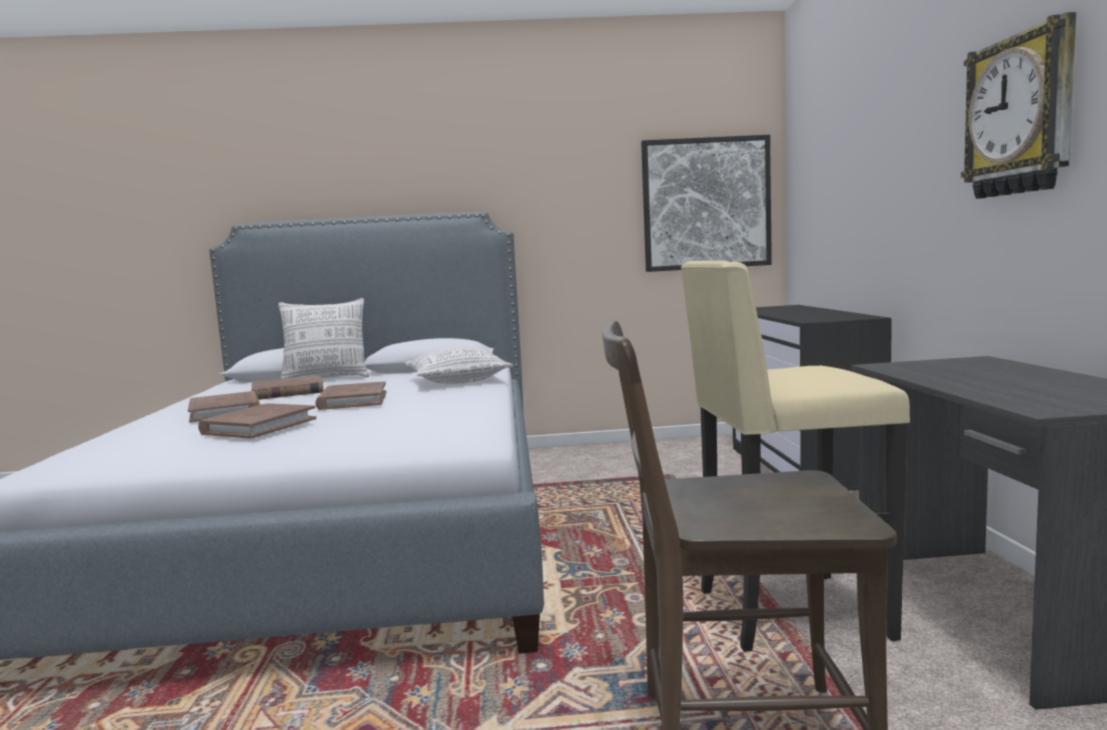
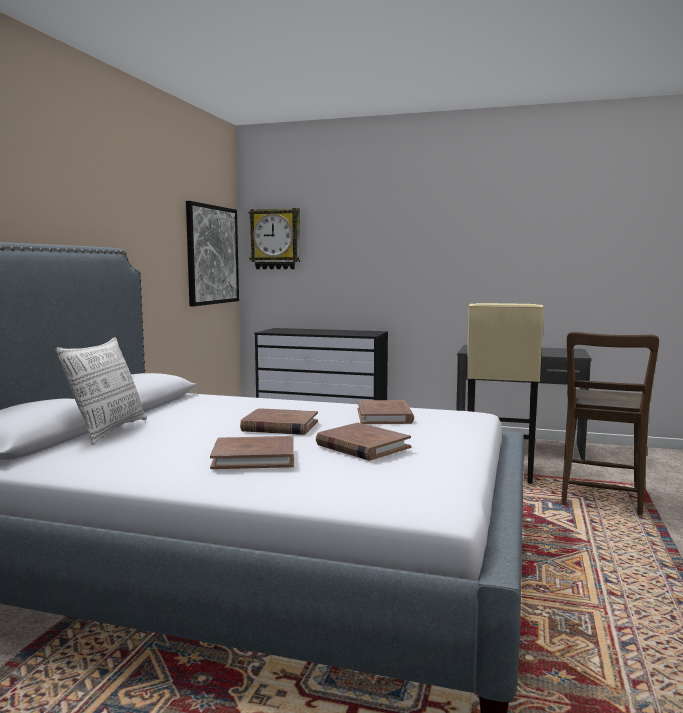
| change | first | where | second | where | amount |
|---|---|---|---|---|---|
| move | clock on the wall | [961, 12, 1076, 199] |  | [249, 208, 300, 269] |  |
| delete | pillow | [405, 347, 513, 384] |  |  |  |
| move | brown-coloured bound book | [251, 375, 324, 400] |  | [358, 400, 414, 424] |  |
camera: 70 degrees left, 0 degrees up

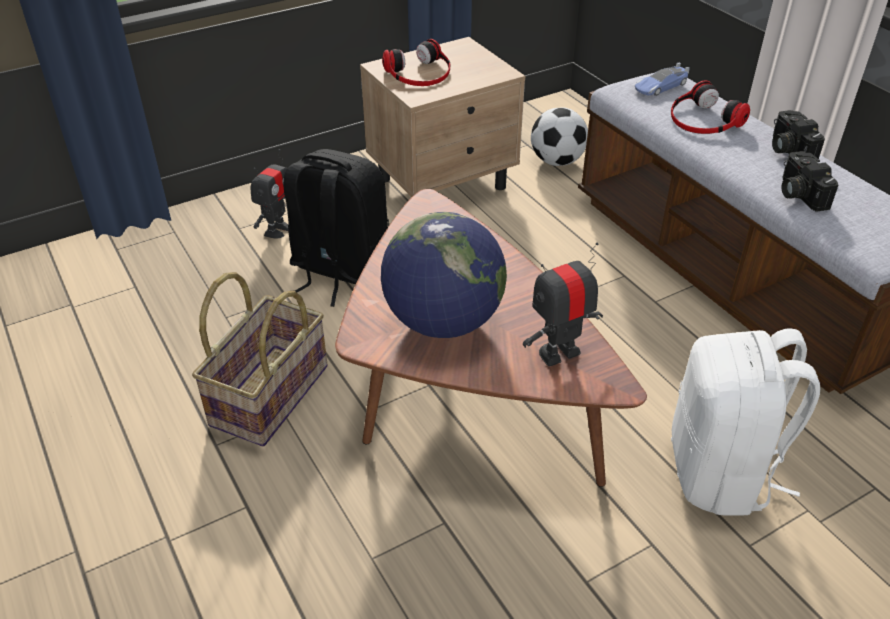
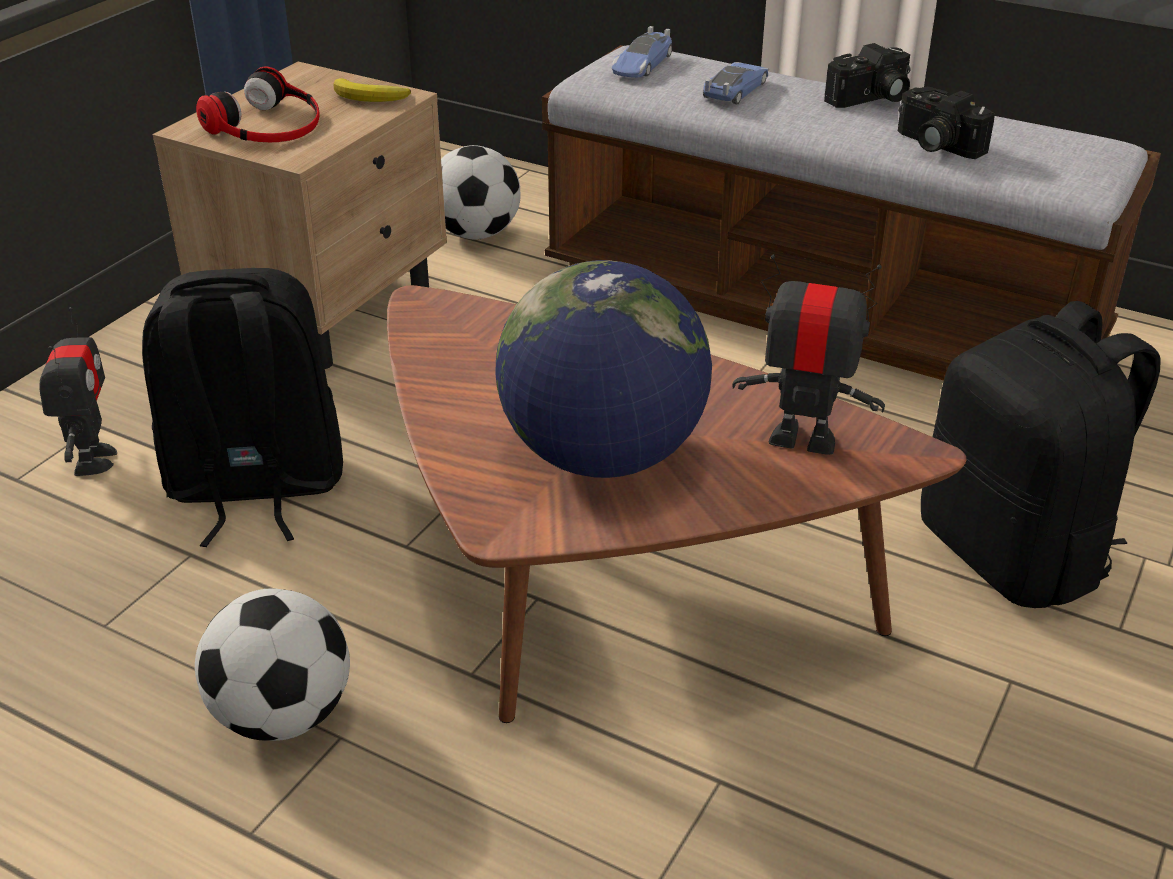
| change | first | where | second | where | amount |
|---|---|---|---|---|---|
| replace | pair of headphones | [671, 80, 750, 134] | model car | [703, 62, 769, 104] |  |
| rotate | photo camera | [772, 110, 825, 162] |  | [824, 43, 911, 108] | 75 degrees counterclockwise |
| rotate | model robot | [523, 242, 603, 366] |  | [732, 254, 885, 455] | 75 degrees clockwise |
| replace | storage basket | [192, 272, 328, 446] | football ball | [195, 588, 350, 741] |  |
| recolor | white rucksack | [671, 328, 820, 516] | black rucksack | [921, 301, 1161, 608] |  |
| insert |  |  | banana fruit | [333, 78, 411, 102] |  |
camera: 30 degrees left, 5 degrees down

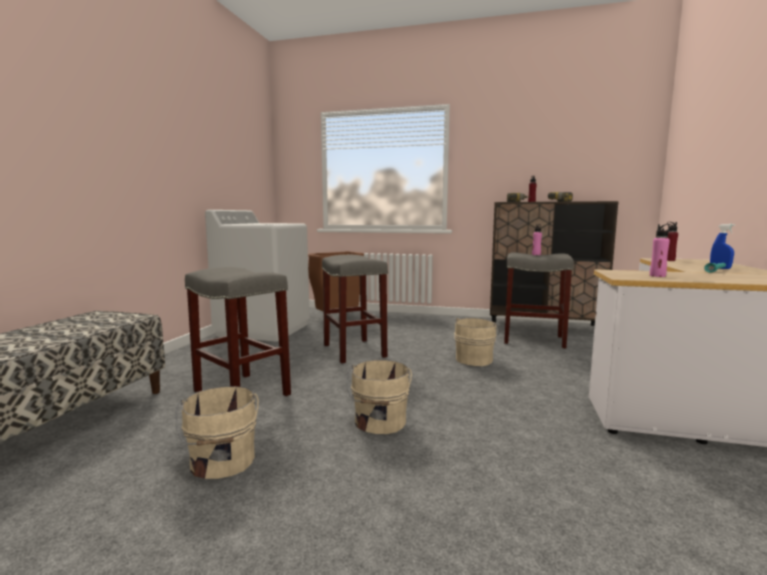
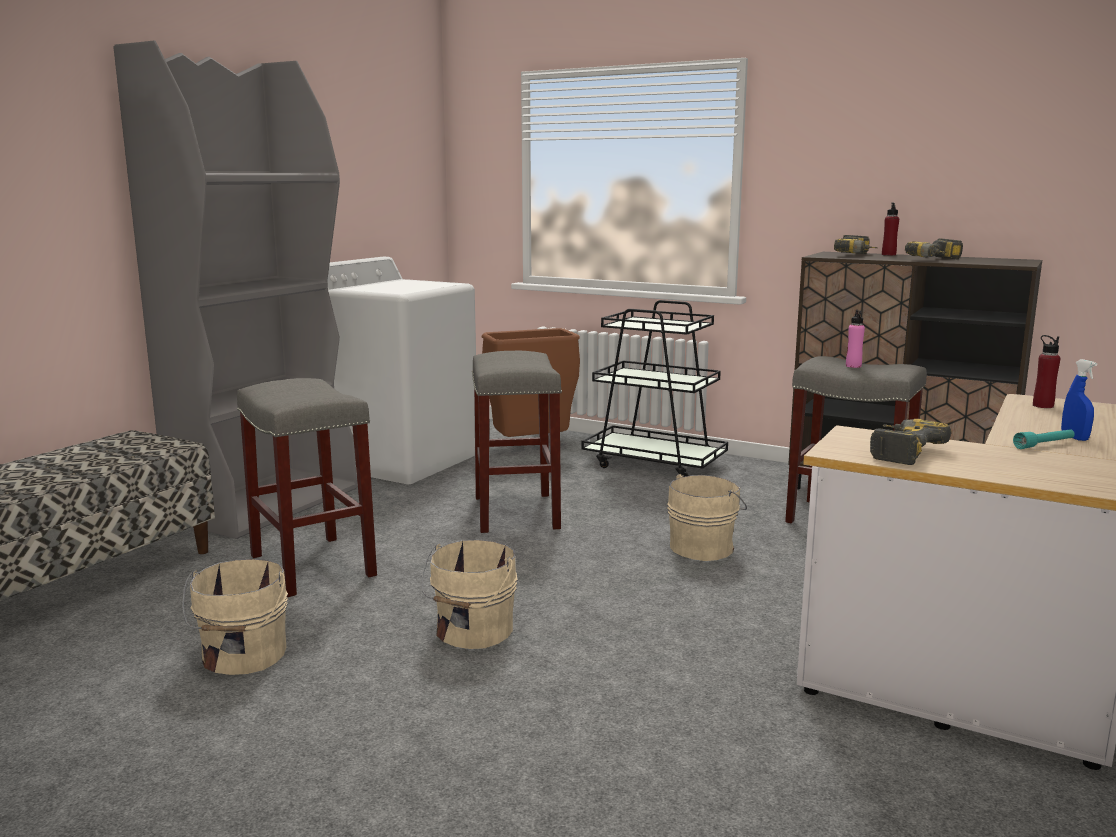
| change | first | where | second | where | amount |
|---|---|---|---|---|---|
| replace | pinkish drink bottle | [650, 224, 672, 277] | electric drill | [870, 419, 951, 465] |  |
| insert |  |  | gray bookshelf | [113, 41, 357, 539] |  |
| insert |  |  | black cart | [582, 300, 728, 477] |  |
camera: 15 degrees right, 5 degrees up

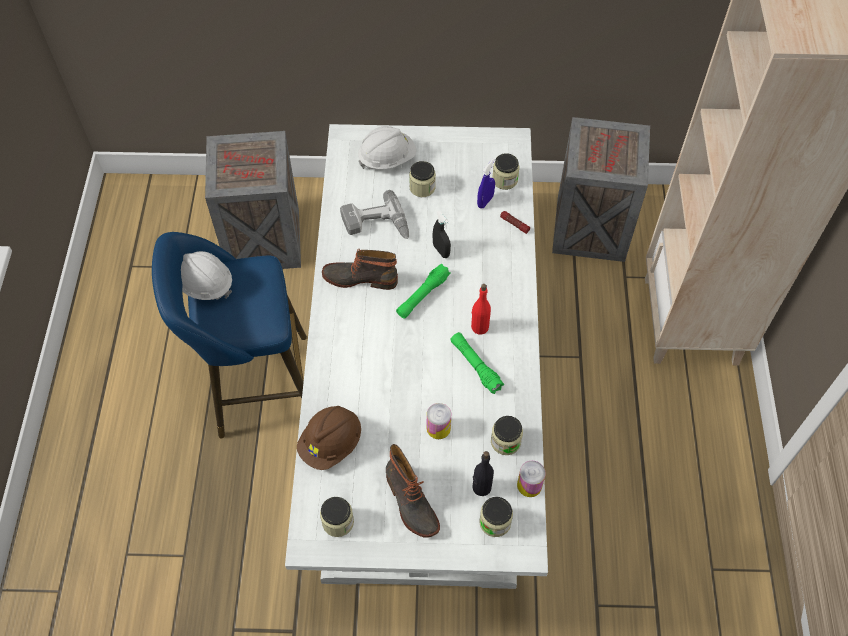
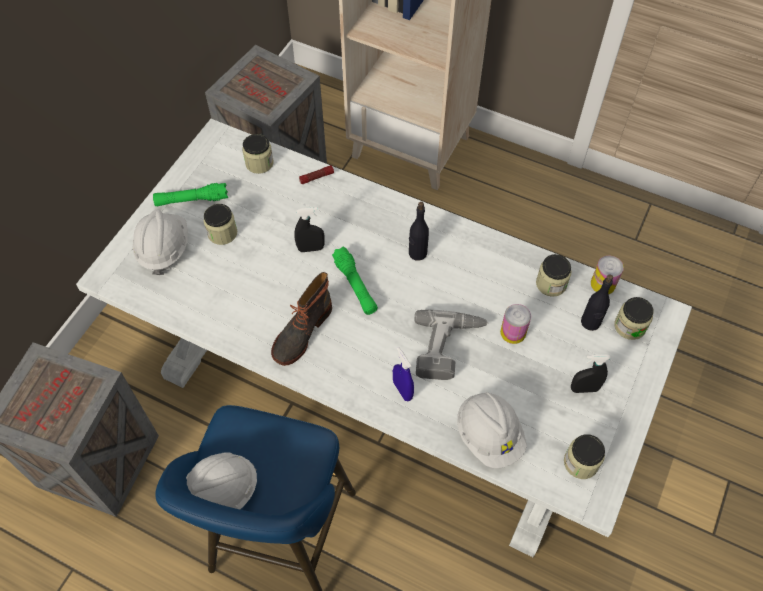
| change | first | where | second | where | amount |
|---|---|---|---|---|---|
| move | blue sprayer | [477, 158, 495, 209] |  | [393, 347, 414, 401] |  |
| move | electric drill | [340, 190, 409, 239] |  | [414, 310, 489, 380] |  |
| recolor | red drink bottle | [471, 284, 491, 335] | black drink bottle | [409, 202, 429, 261] |  |
| move | green-coloured flashlight | [450, 332, 504, 394] |  | [153, 183, 228, 206] |  |
| recolor | brown-coloured work helmet | [297, 406, 361, 470] | white work helmet | [457, 392, 527, 468] |  |
| replace | tall boot | [386, 444, 440, 537] | black sprayer | [571, 354, 611, 393] |  |
camera: 65 degrees left, 0 degrees up

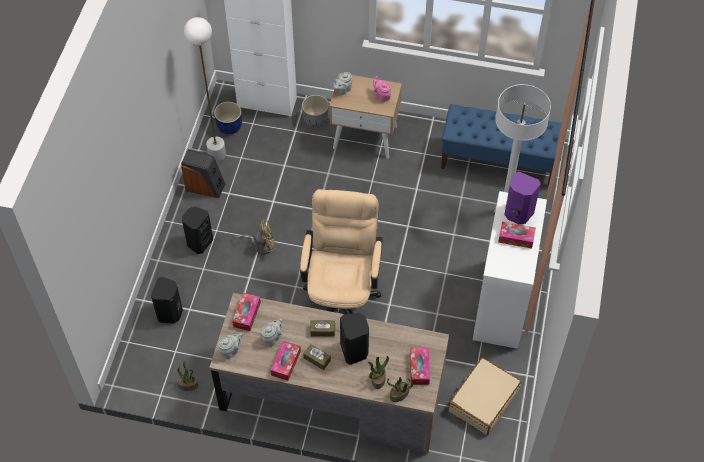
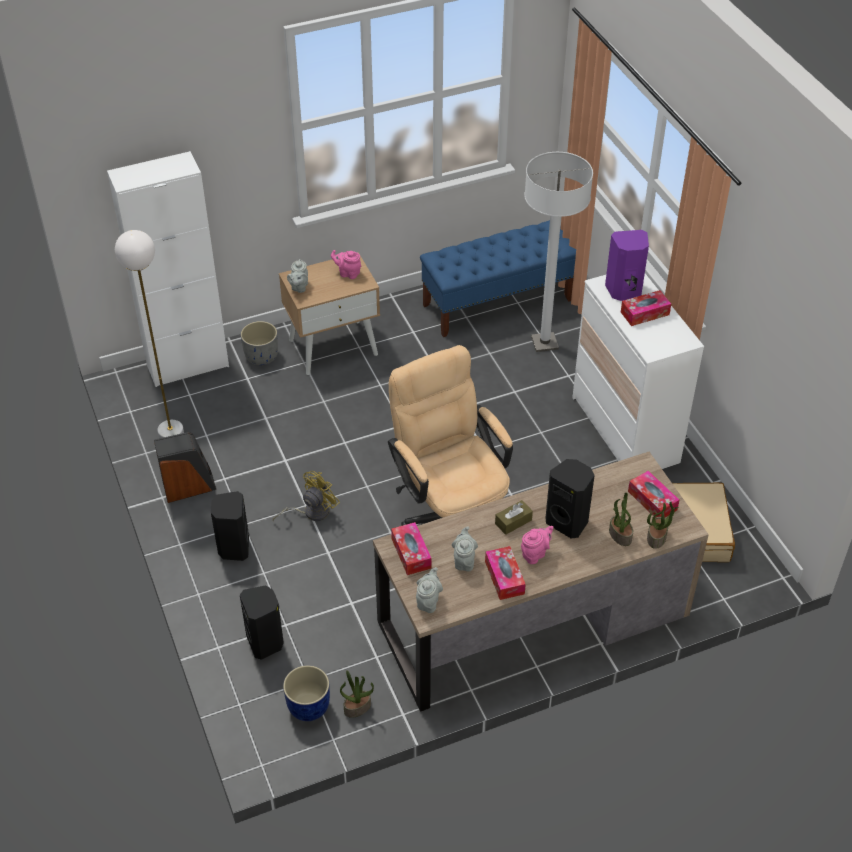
| change | first | where | second | where | amount |
|---|---|---|---|---|---|
| move | blue planter | [214, 102, 242, 135] |  | [283, 665, 330, 721] |  |
| replace | brown-coloured box of tissues | [303, 344, 331, 370] | pinkish pot for tea | [521, 526, 553, 564] |  |
camera: 35 degrees left, 10 degrees down

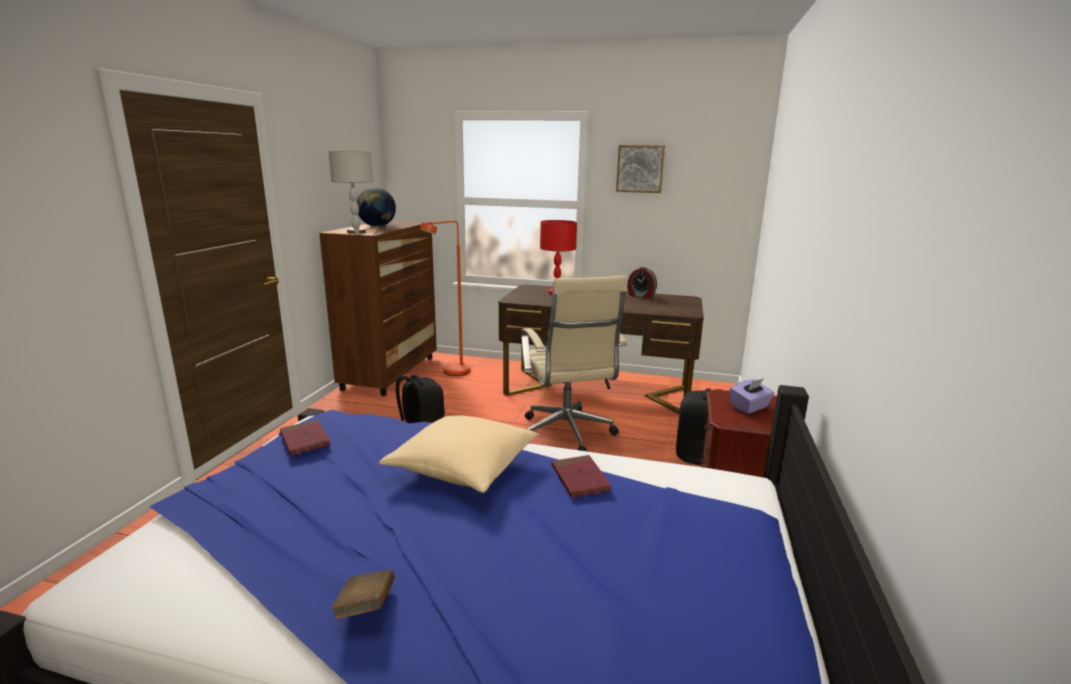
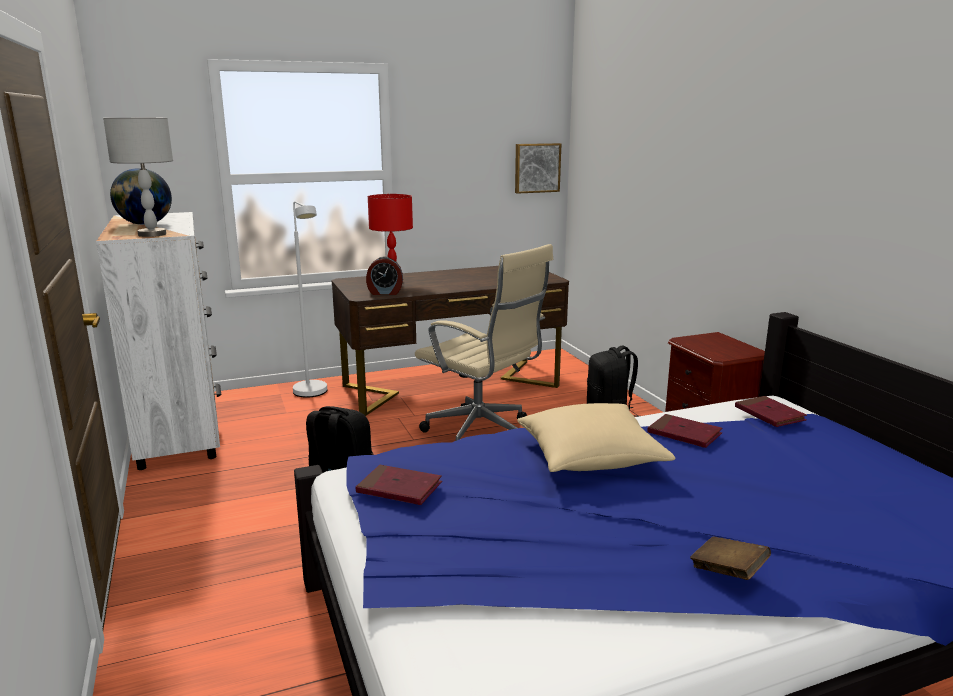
| change | first | where | second | where | amount |
|---|---|---|---|---|---|
| move | wall art | [616, 145, 665, 193] |  | [515, 143, 561, 194] |  |
| recolor | brown-coloured dresser | [319, 220, 437, 396] | white dresser | [96, 212, 221, 470] |  |
| delete | orange-coloured floor lamp | [420, 221, 470, 376] |  |  |  |
| move | bedside clock | [627, 267, 657, 298] |  | [366, 257, 403, 295] |  |
| delete | purple box of tissues | [730, 378, 775, 414] |  |  |  |
| insert |  |  | white floor lamp | [293, 201, 327, 398] |  |
| insert |  |  | red bound book | [735, 396, 807, 427] |  |
camera: 35 degrees left, 0 degrees up

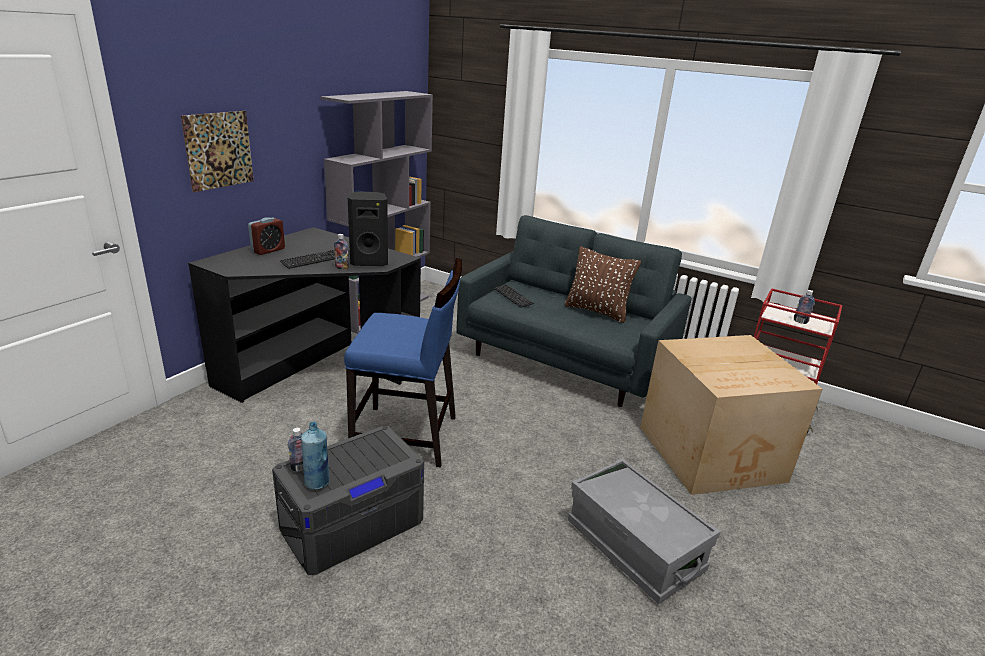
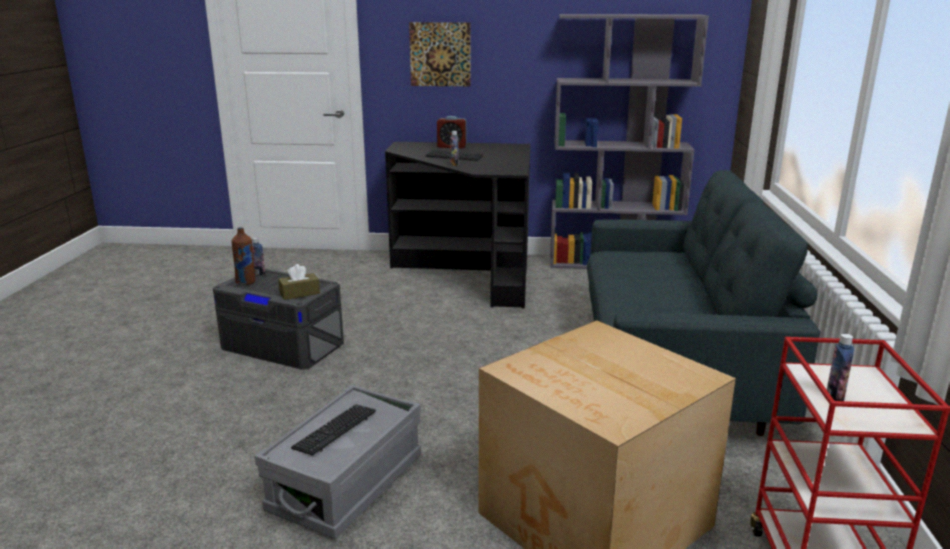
| change | first | where | second | where | amount |
|---|---|---|---|---|---|
| delete | black loudspeaker | [348, 192, 388, 266] |  |  |  |
| delete | brown-coloured pillow | [564, 246, 641, 323] |  |  |  |
| delete | blue plain chair | [344, 258, 462, 467] |  |  |  |
| move | keyboard | [494, 284, 534, 308] |  | [291, 404, 376, 456] |  |
| recolor | blue drink bottle | [301, 421, 329, 490] | brown-coloured drink bottle | [232, 227, 255, 285] |  |
| insert |  |  | brown-coloured box of tissues | [278, 264, 320, 300] |  |
camera: 65 degrees right, 5 degrees down

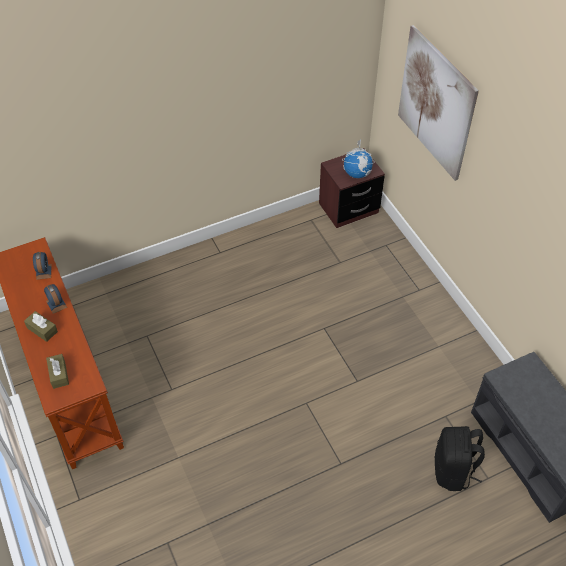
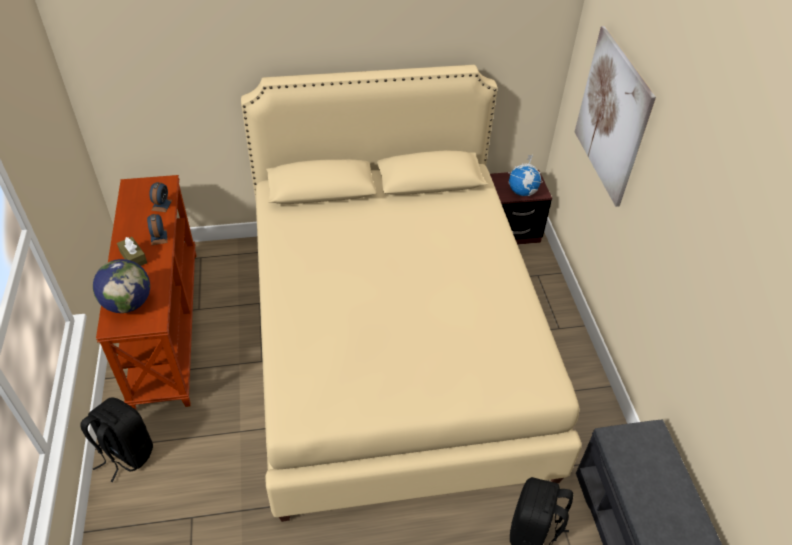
| change | first | where | second | where | amount |
|---|---|---|---|---|---|
| replace | brown-coloured box of tissues | [46, 354, 69, 389] | globe | [93, 259, 150, 313] |  |
| insert |  |  | sand-coloured sleeping bed | [241, 65, 582, 522] |  |
| insert |  |  | black rucksack | [80, 397, 153, 482] |  |
camera: 15 degrees right, 5 degrees down

